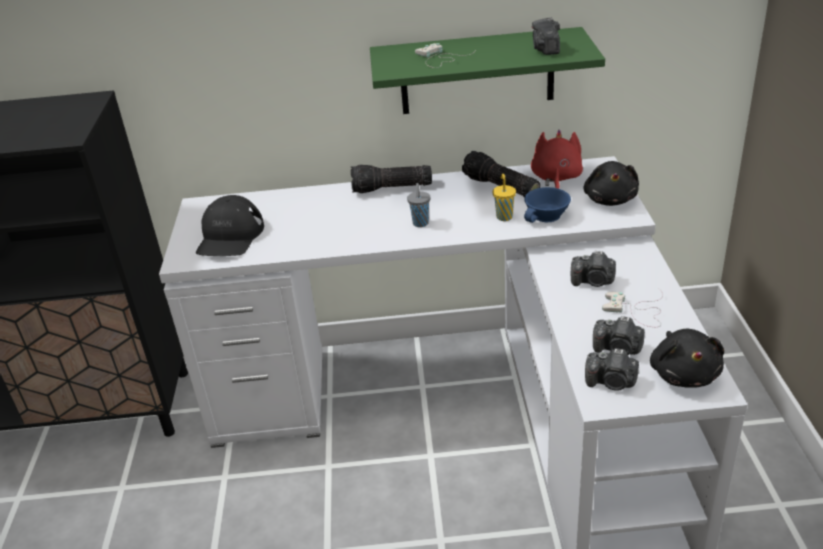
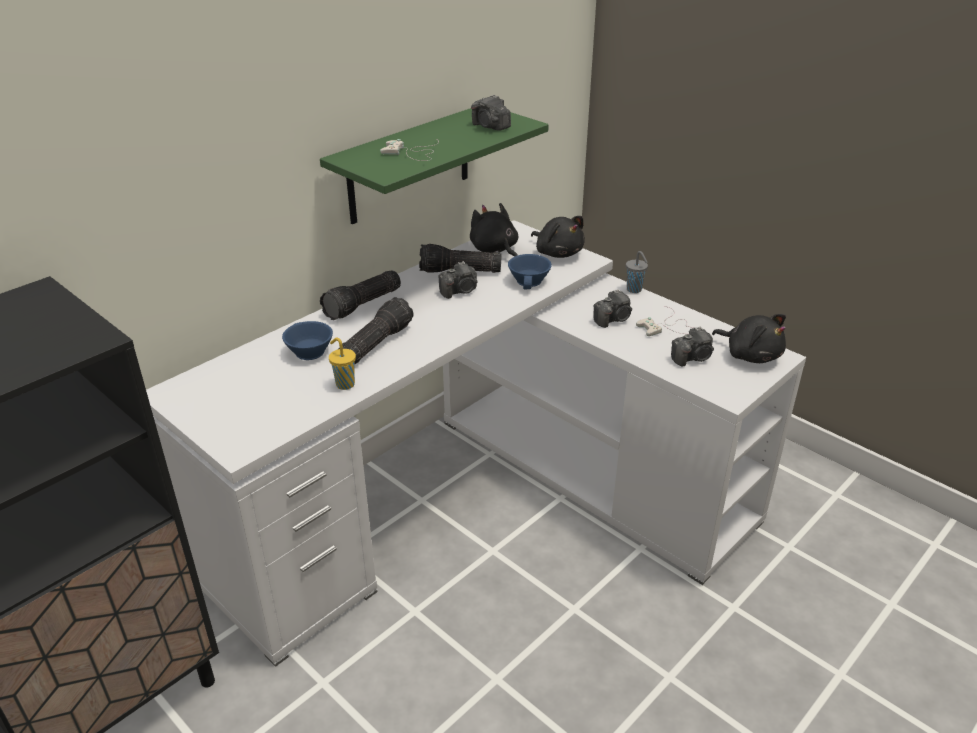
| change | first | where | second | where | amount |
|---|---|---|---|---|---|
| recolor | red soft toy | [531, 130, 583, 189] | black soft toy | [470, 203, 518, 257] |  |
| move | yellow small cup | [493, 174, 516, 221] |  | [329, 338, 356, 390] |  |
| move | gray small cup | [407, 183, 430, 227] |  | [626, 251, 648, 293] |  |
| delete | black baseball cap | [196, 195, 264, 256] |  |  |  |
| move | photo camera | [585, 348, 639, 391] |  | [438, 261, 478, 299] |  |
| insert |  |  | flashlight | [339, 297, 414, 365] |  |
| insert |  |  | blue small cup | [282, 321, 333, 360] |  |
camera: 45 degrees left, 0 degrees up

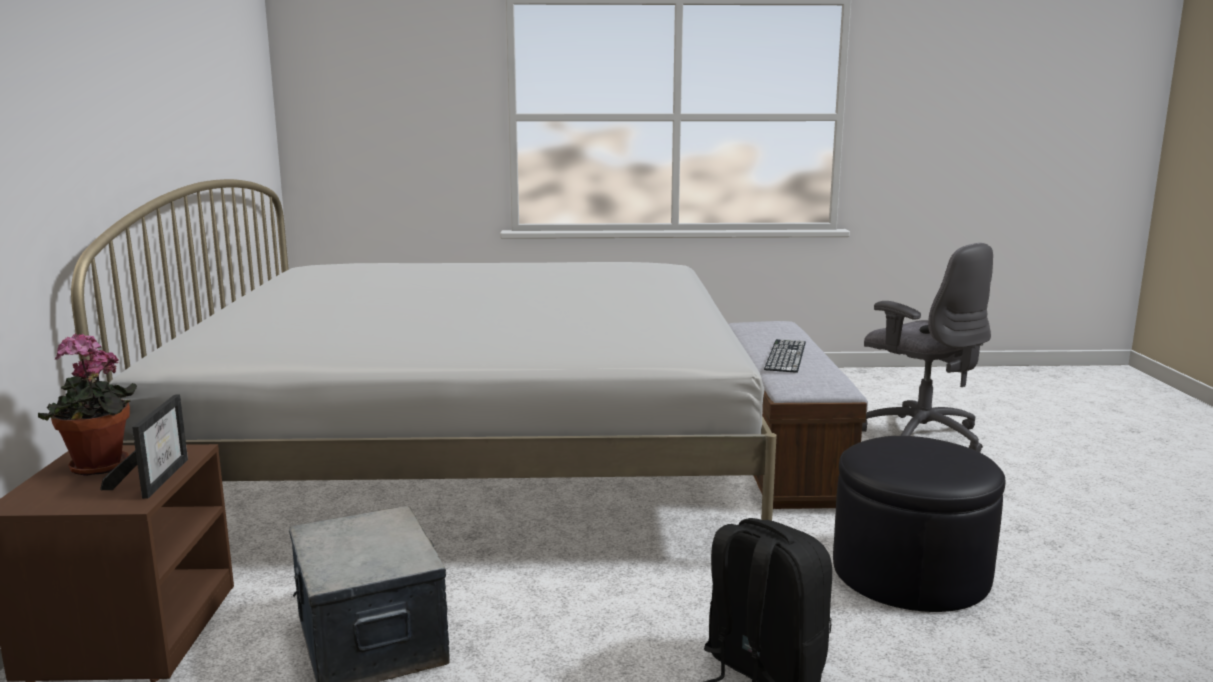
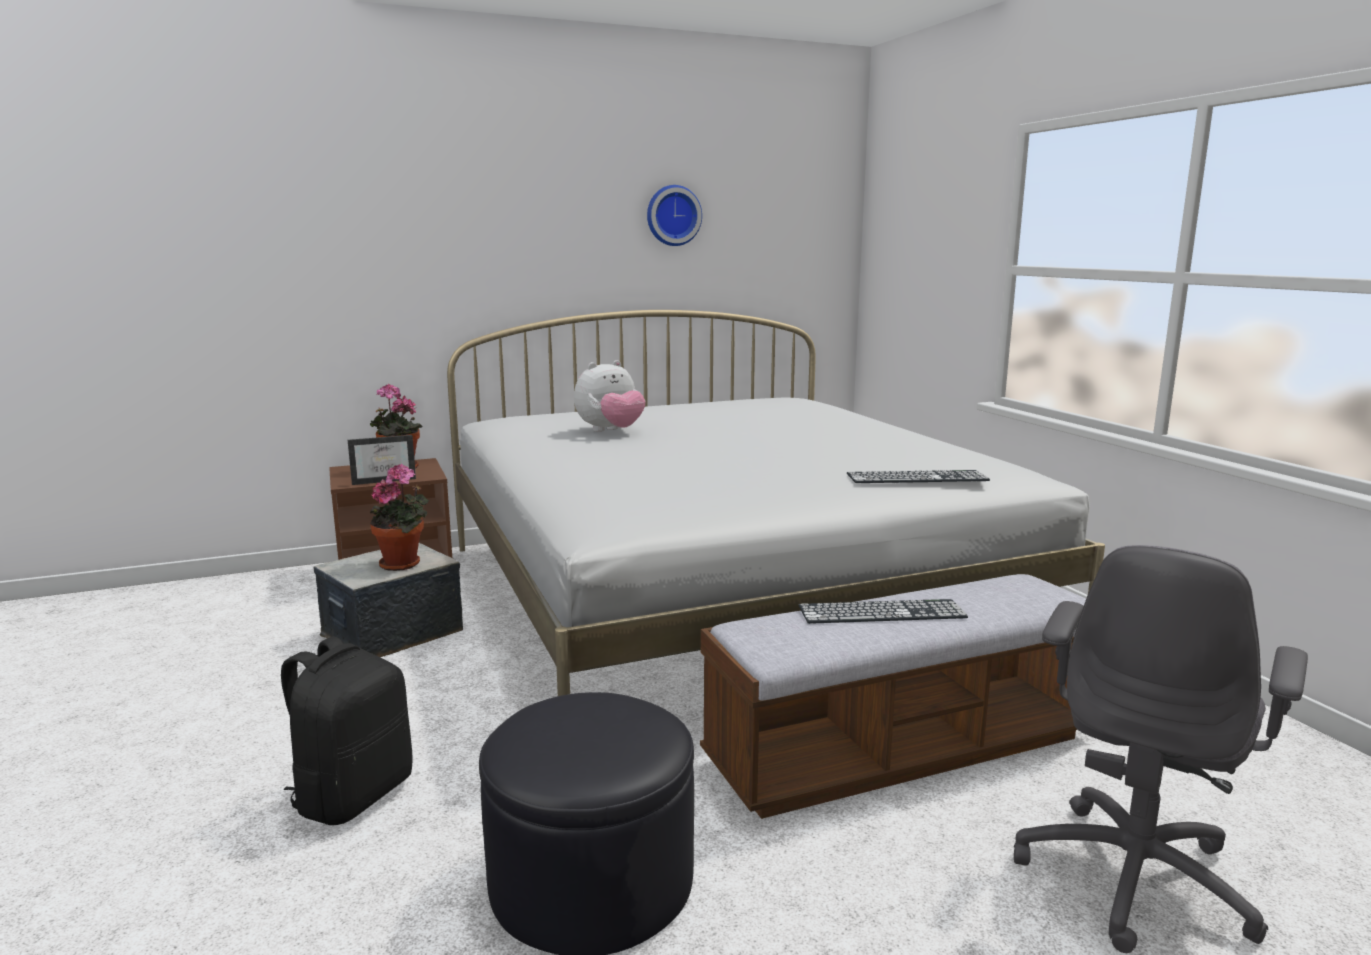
| change | first | where | second | where | amount |
|---|---|---|---|---|---|
| insert |  |  | clock on the wall | [647, 185, 702, 246] |  |
| insert |  |  | soft toy | [574, 360, 645, 432] |  |
| insert |  |  | houseplant | [370, 464, 429, 571] |  |
| insert |  |  | keyboard | [847, 470, 990, 483] |  |
camera: 70 degrees right, 0 degrees up

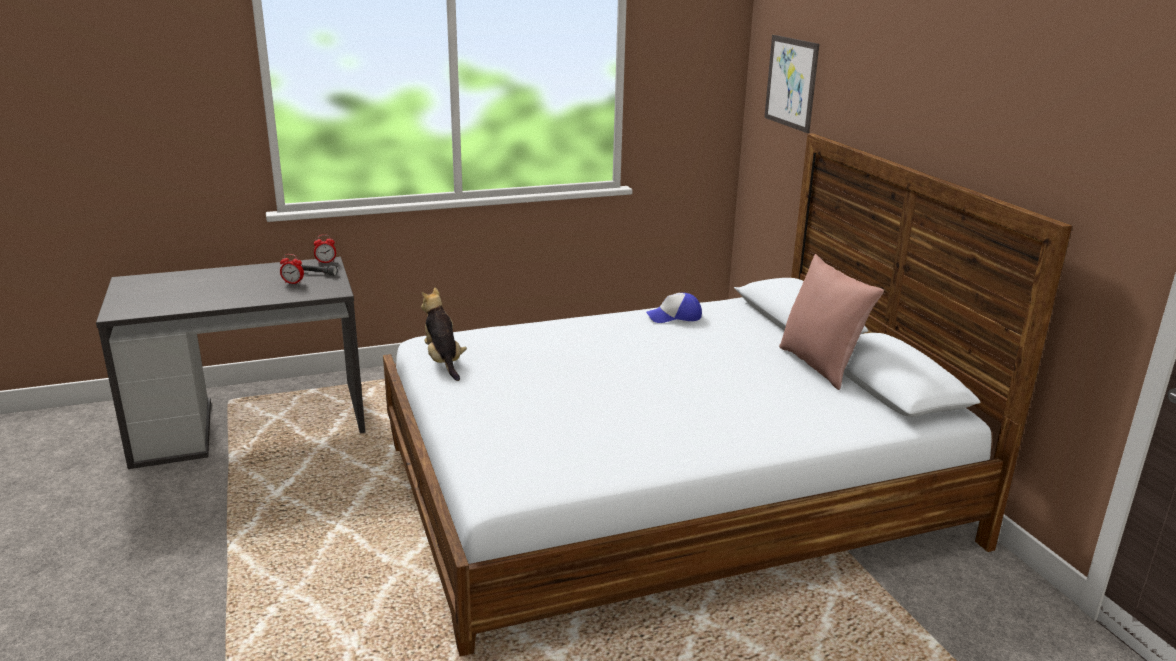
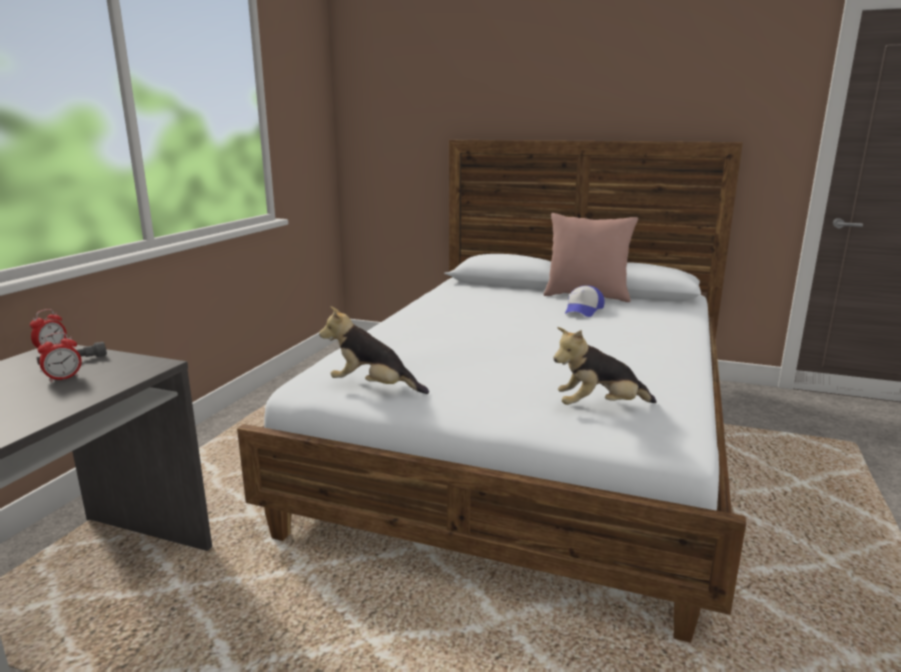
| change | first | where | second | where | amount |
|---|---|---|---|---|---|
| delete | wall art | [764, 35, 819, 133] |  |  |  |
| move | baseball cap | [646, 293, 702, 323] |  | [565, 285, 604, 317] |  |
| insert |  |  | soft toy | [553, 327, 657, 405] |  |
camera: 50 degrees left, 5 degrees down

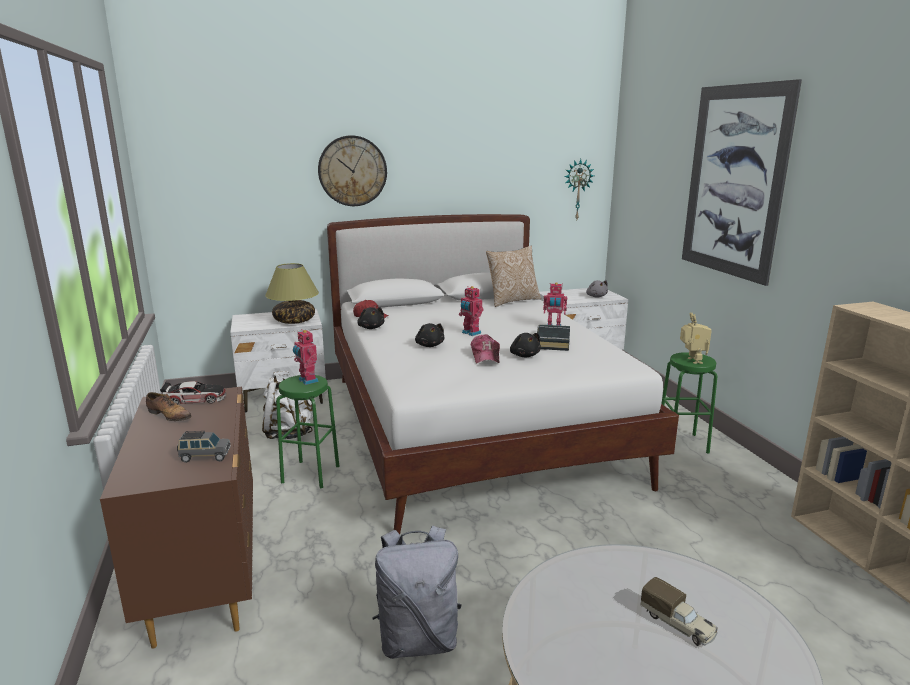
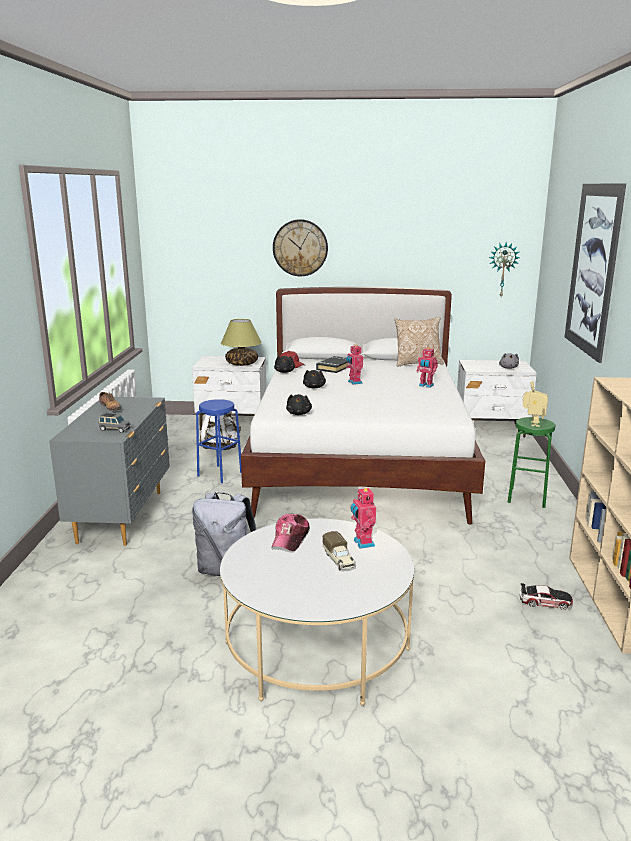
| change | first | where | second | where | amount |
|---|---|---|---|---|---|
| move | black bound book | [537, 324, 570, 351] |  | [316, 356, 348, 373] |  |
| move | model robot | [293, 329, 319, 385] |  | [351, 486, 376, 549] |  |
| move | black soft toy | [510, 333, 541, 357] |  | [286, 394, 312, 415] |  |
| move | baseball cap | [471, 334, 500, 363] |  | [271, 514, 310, 551] |  |
| recolor | green-coloured sitting stool | [276, 375, 340, 489] | blue sitting stool | [196, 399, 241, 483] |  |
| move | model car | [160, 381, 226, 404] |  | [519, 583, 573, 610] |  |
| recolor | brown-coloured dresser | [100, 387, 253, 648] | gray dresser | [49, 397, 170, 546] |  |
camera: 20 degrees right, 0 degrees up

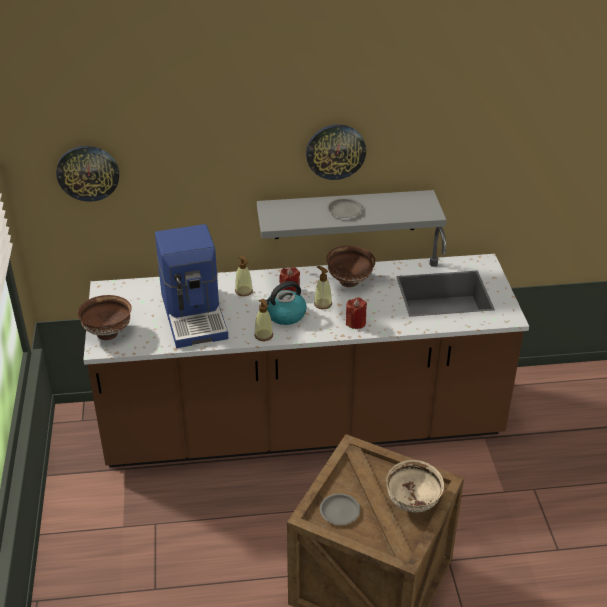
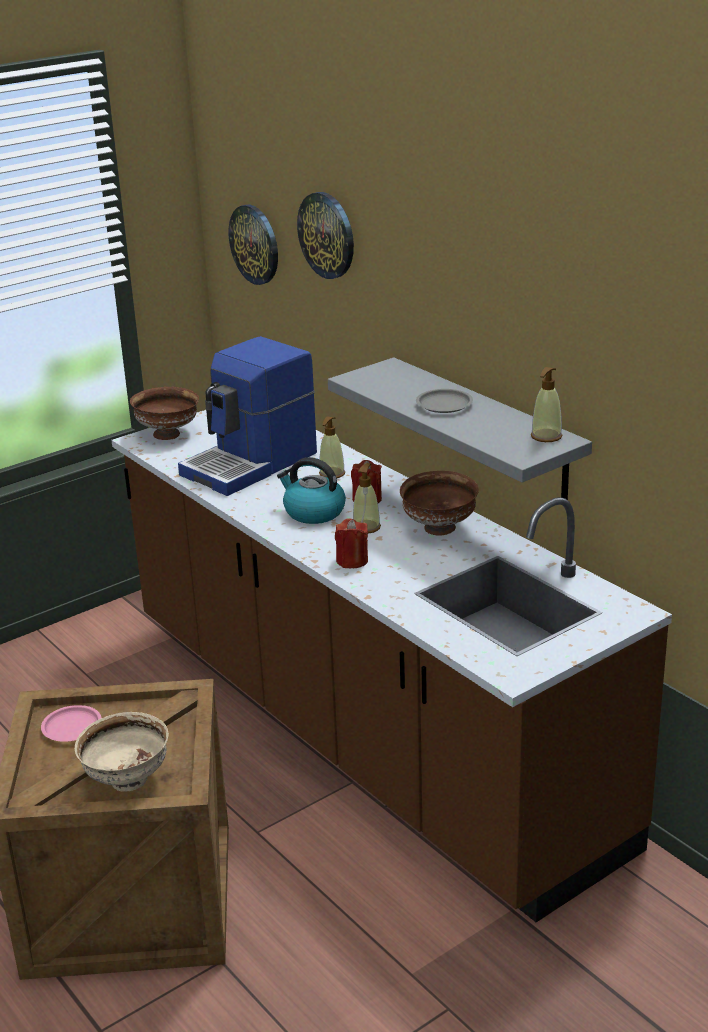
| change | first | where | second | where | amount |
|---|---|---|---|---|---|
| move | clock on the wall | [306, 124, 366, 180] |  | [297, 192, 354, 279] |  |
| move | soap bottle | [254, 299, 273, 341] |  | [531, 367, 562, 442] |  |
| recolor | gray dinner plate | [320, 493, 360, 525] | pinkish dinner plate | [41, 705, 102, 742] |  |
camera: 60 degrees right, 10 degrees down

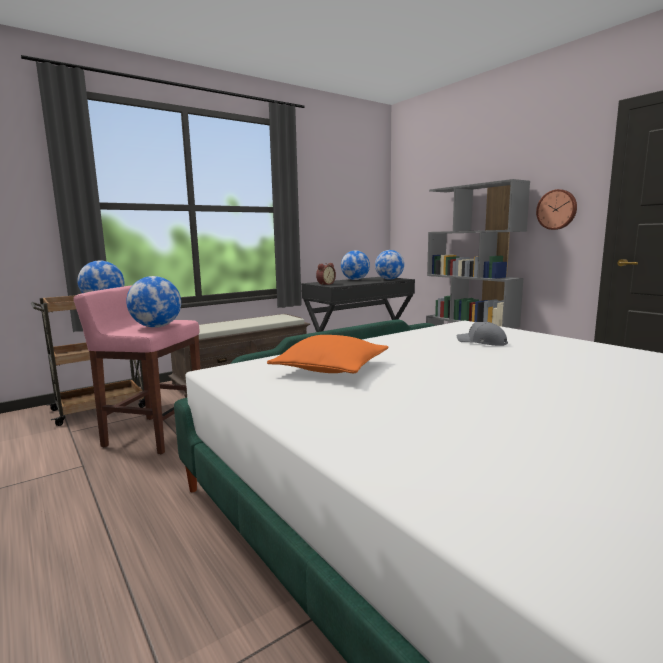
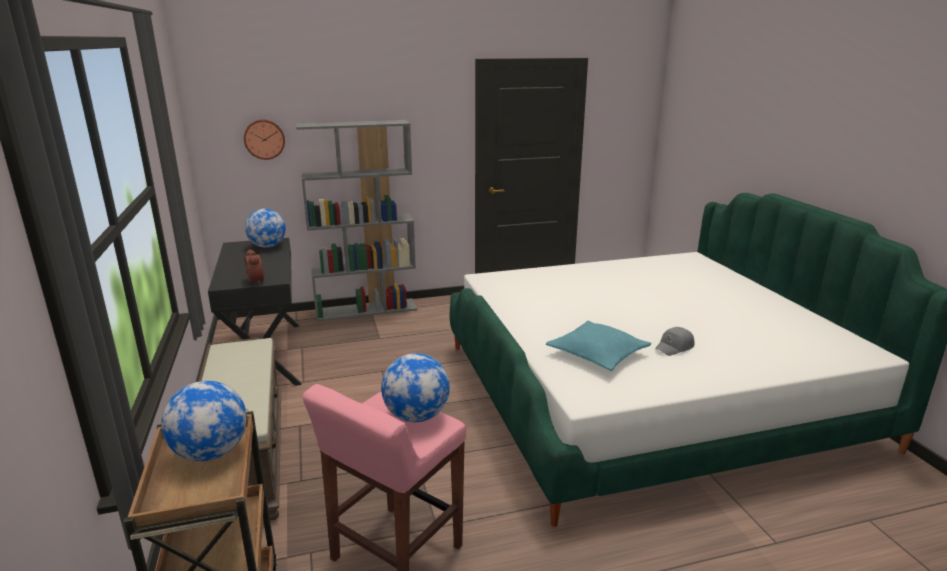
| change | first | where | second | where | amount |
|---|---|---|---|---|---|
| move | clock on the wall | [536, 189, 577, 230] |  | [244, 119, 285, 160] |  |
| delete | globe | [341, 250, 370, 280] |  |  |  |
| move | gray baseball cap | [457, 322, 508, 346] |  | [655, 327, 694, 356] |  |
| recolor | orange-coloured pillow | [267, 335, 388, 373] | turquoise pillow | [546, 321, 652, 371] |  |
camera: 70 degrees left, 10 degrees up

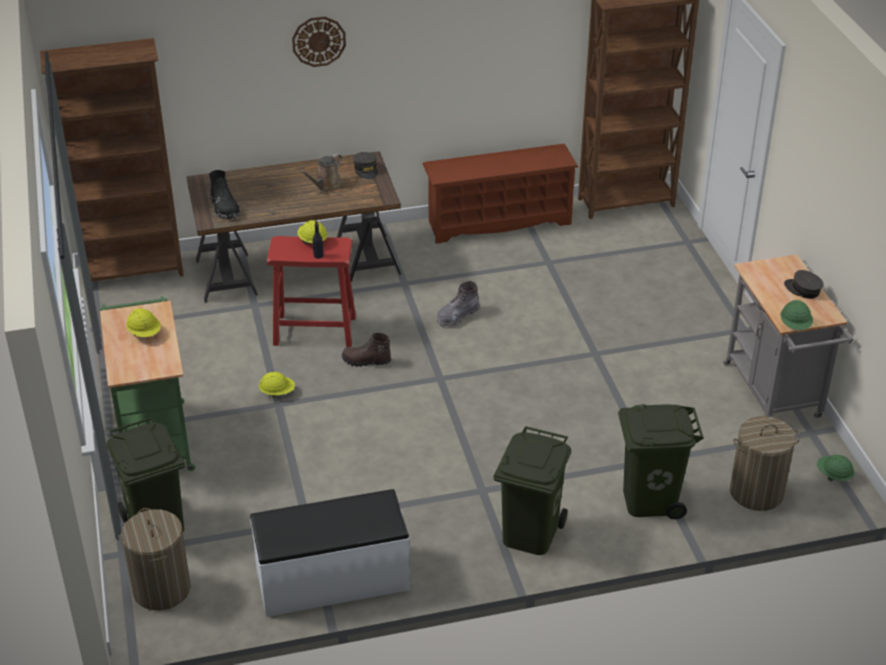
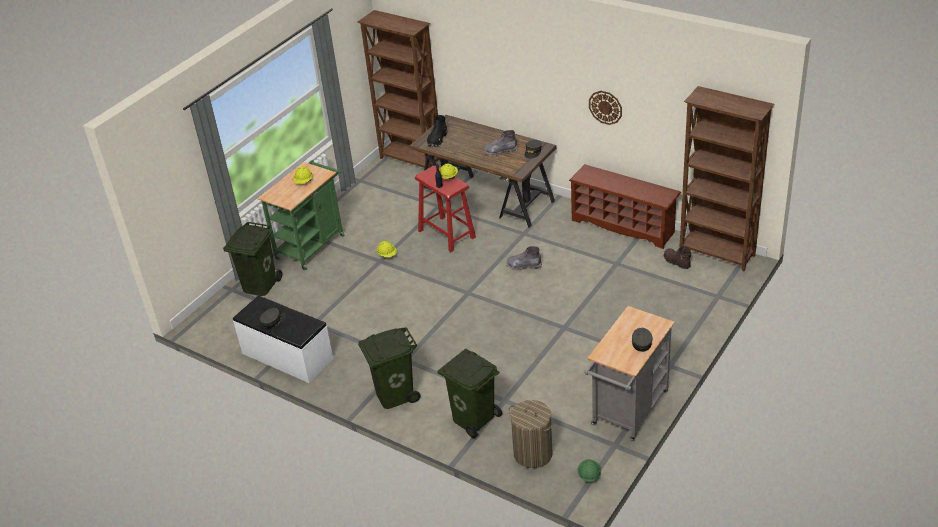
| change | first | where | second | where | amount |
|---|---|---|---|---|---|
| move | clock on the wall | [292, 17, 346, 67] |  | [589, 91, 622, 125] |  |
| replace | brown-coloured watering can | [300, 153, 342, 192] | gray tall boot | [484, 130, 518, 156] |  |
| delete | green-coloured work helmet | [780, 300, 813, 330] |  |  |  |
| move | brown-coloured tall boot | [342, 333, 391, 367] |  | [664, 246, 692, 269] |  |
| delete | laundry basket | [121, 508, 191, 611] |  |  |  |
| insert |  |  | gray baseball cap | [260, 308, 286, 328] |  |
camera: 50 degrees right, 0 degrees up

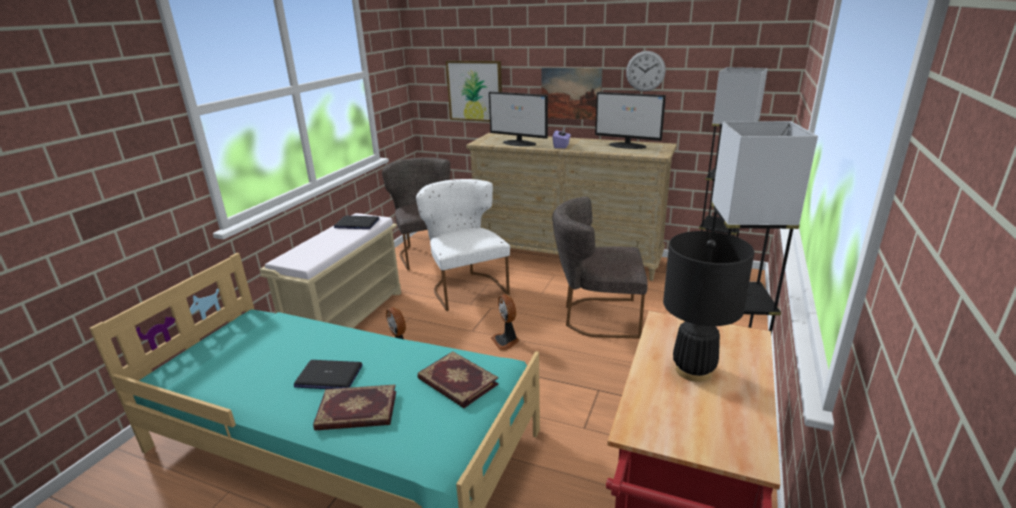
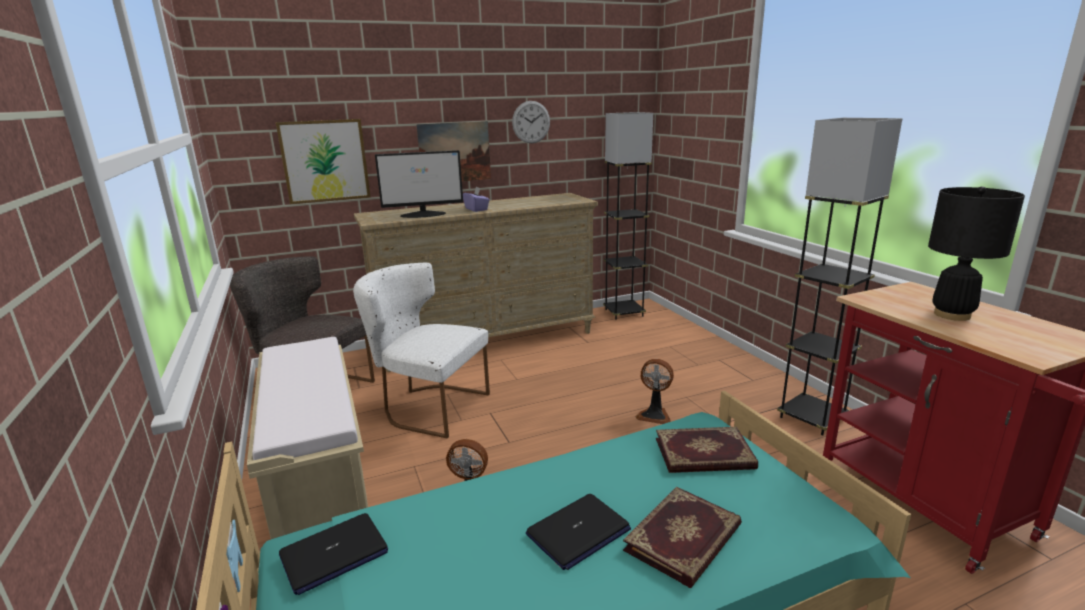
| change | first | where | second | where | amount |
|---|---|---|---|---|---|
| delete | monitor | [595, 92, 666, 149] |  |  |  |
| delete | gray plain chair | [552, 197, 648, 339] |  |  |  |
| move | portable computer | [334, 216, 380, 229] |  | [279, 513, 388, 595] |  |
| move | fan | [491, 294, 520, 351] |  | [636, 359, 674, 424] |  |
camera: 45 degrees left, 5 degrees down

